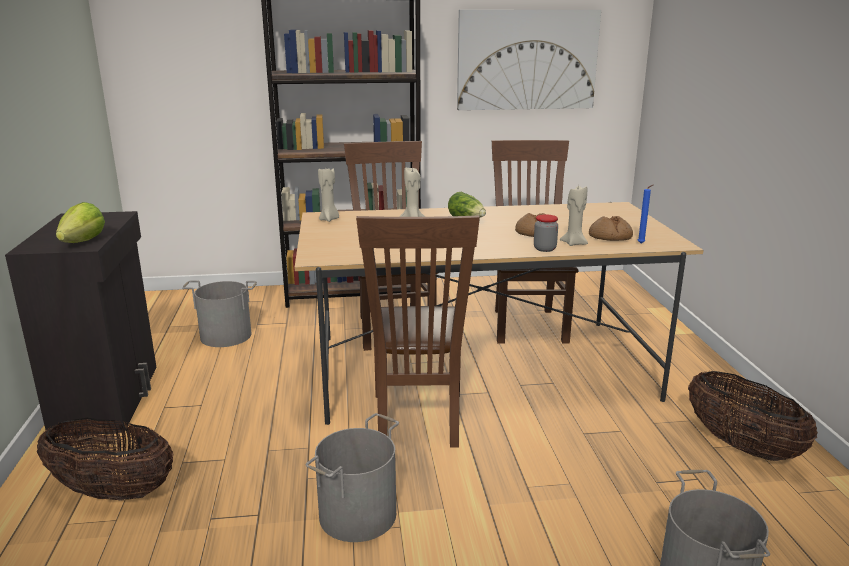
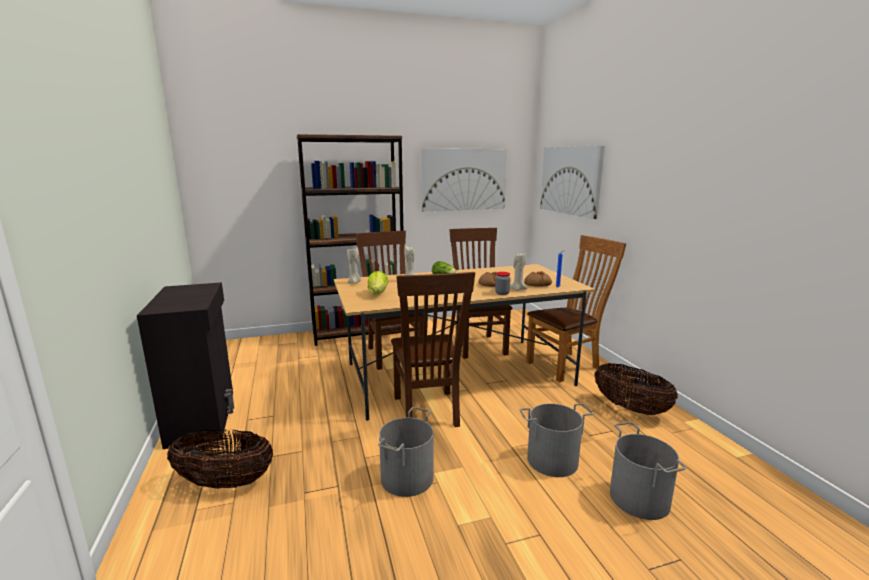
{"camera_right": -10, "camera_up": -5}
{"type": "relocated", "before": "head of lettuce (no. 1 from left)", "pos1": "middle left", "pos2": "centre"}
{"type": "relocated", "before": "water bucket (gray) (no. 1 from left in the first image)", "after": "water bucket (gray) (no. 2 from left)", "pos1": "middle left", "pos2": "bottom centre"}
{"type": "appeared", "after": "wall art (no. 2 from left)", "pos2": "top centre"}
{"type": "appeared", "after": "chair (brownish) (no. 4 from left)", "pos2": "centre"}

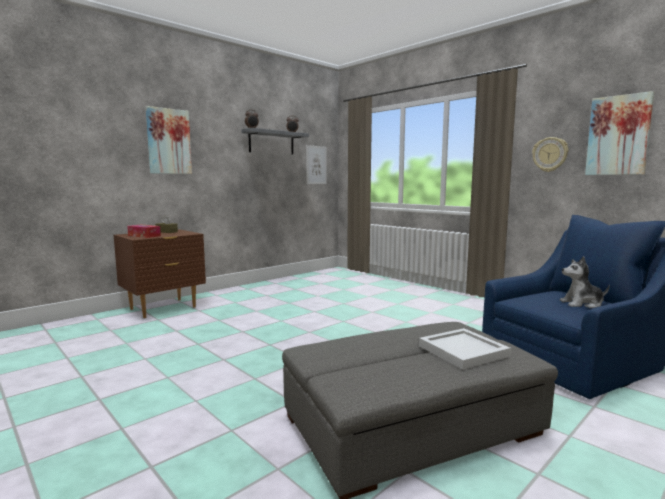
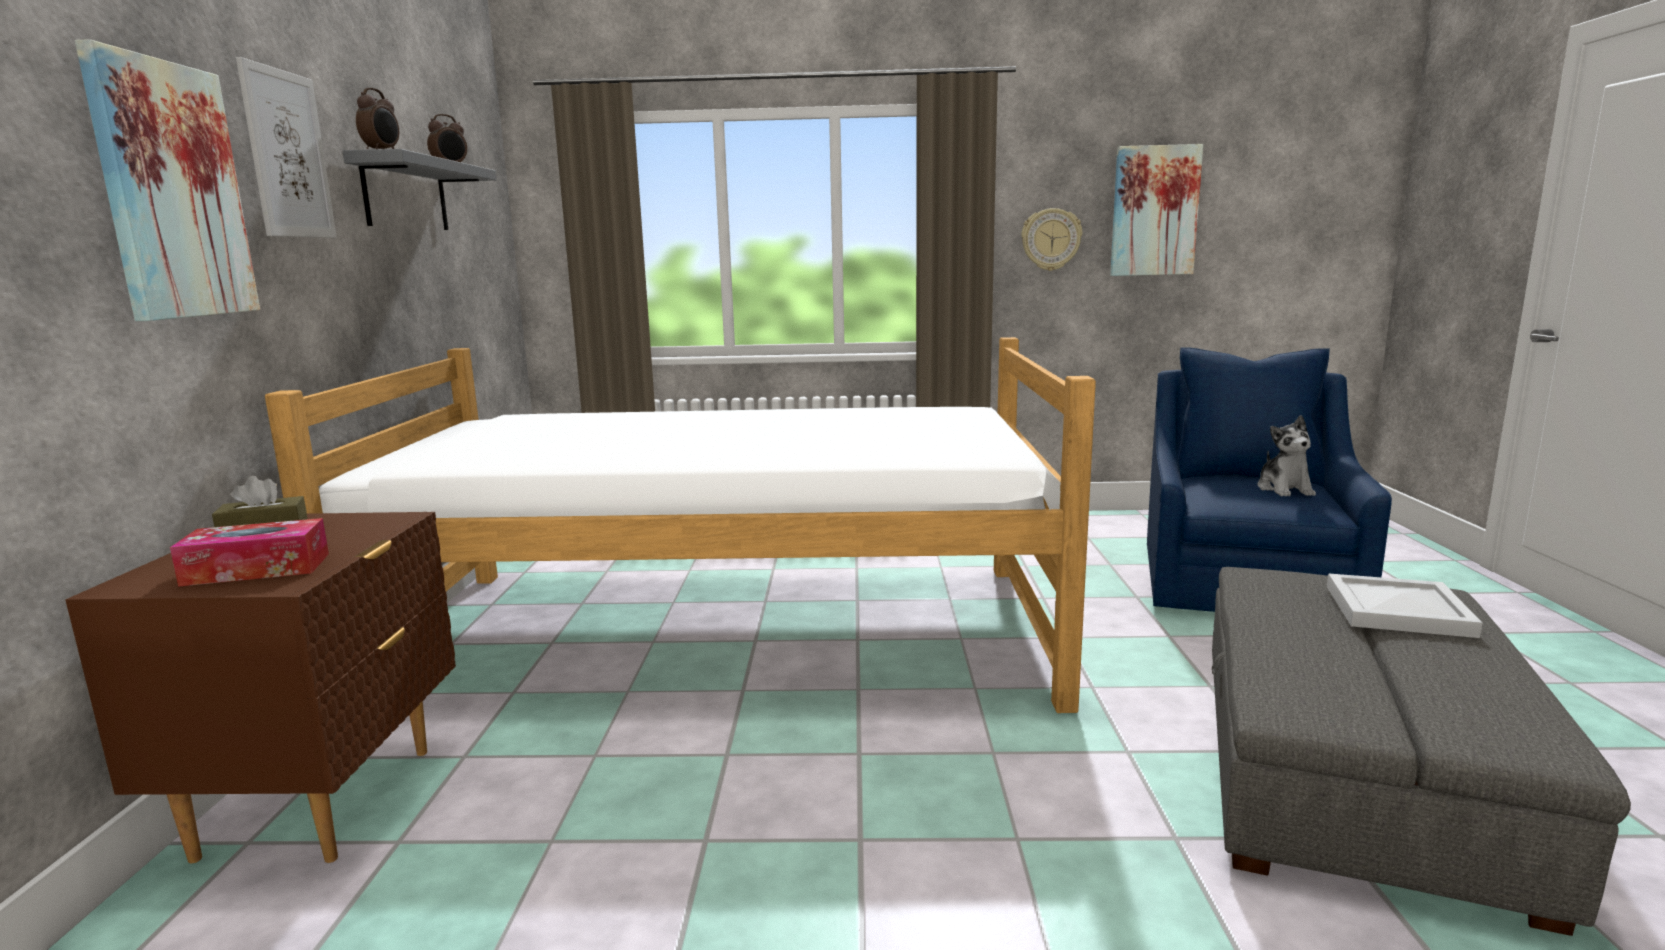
{"camera_right": -45, "camera_up": 5}
{"type": "relocated", "before": "wall art (no. 2 from left)", "pos1": "top centre", "pos2": "top left"}
{"type": "spun", "before": "plush toy", "pos1": "middle right", "pos2": "middle right", "turn": -45}
{"type": "appeared", "after": "bedroom bed", "pos2": "centre"}

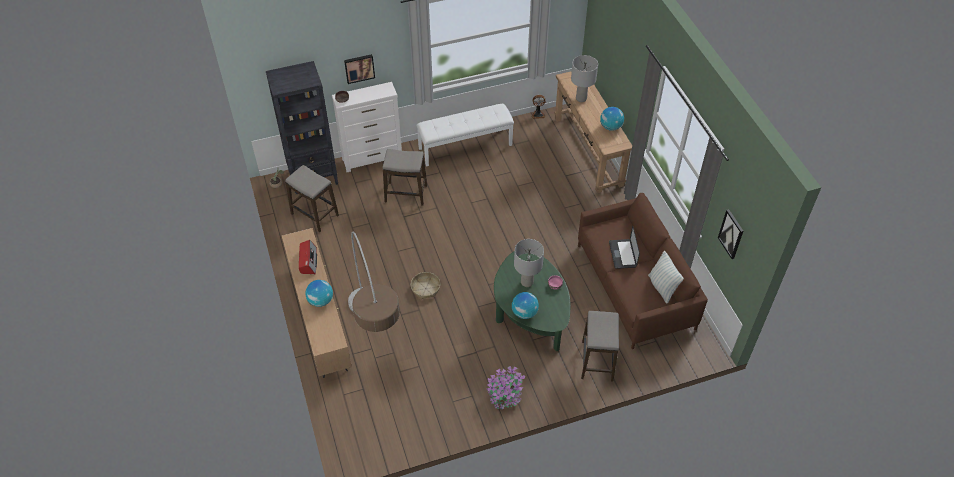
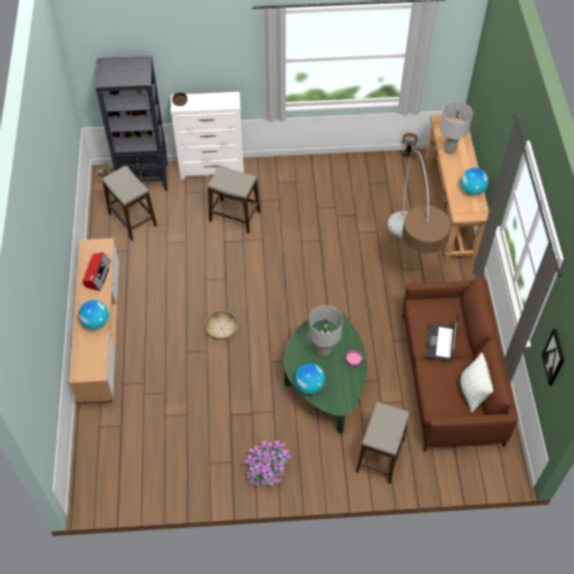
{"camera_right": 15, "camera_up": 5}
{"type": "missing", "before": "wall art (no. 1 from left)", "pos1": "top centre"}
{"type": "missing", "before": "bench (white-coloured)", "pos1": "top centre"}
{"type": "relocated", "before": "floor lamp", "pos1": "centre", "pos2": "middle right"}

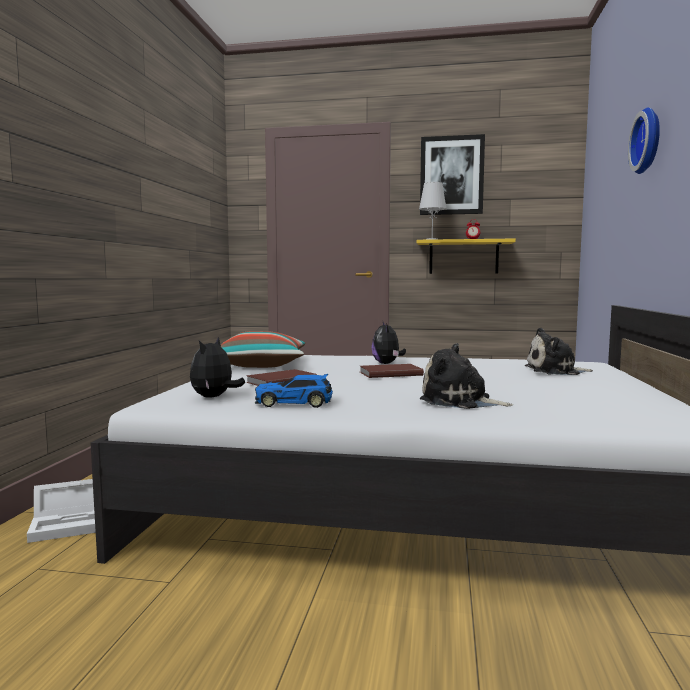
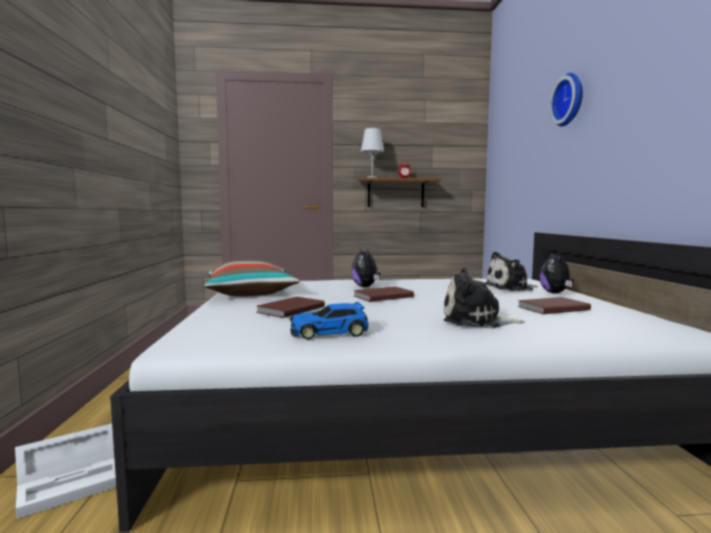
{"camera_right": -15, "camera_up": 0}
{"type": "missing", "before": "wall art", "pos1": "top centre"}
{"type": "colour", "before": "wall shelf (yellow)", "after": "wall shelf (brownish)", "pos1": "middle right", "pos2": "centre"}
{"type": "relocated", "before": "plush toy (no. 1 from left in the first image)", "after": "plush toy (no. 4 from left)", "pos1": "middle left", "pos2": "middle right"}
{"type": "appeared", "after": "volume (brownish) (no. 3 from left)", "pos2": "middle right"}

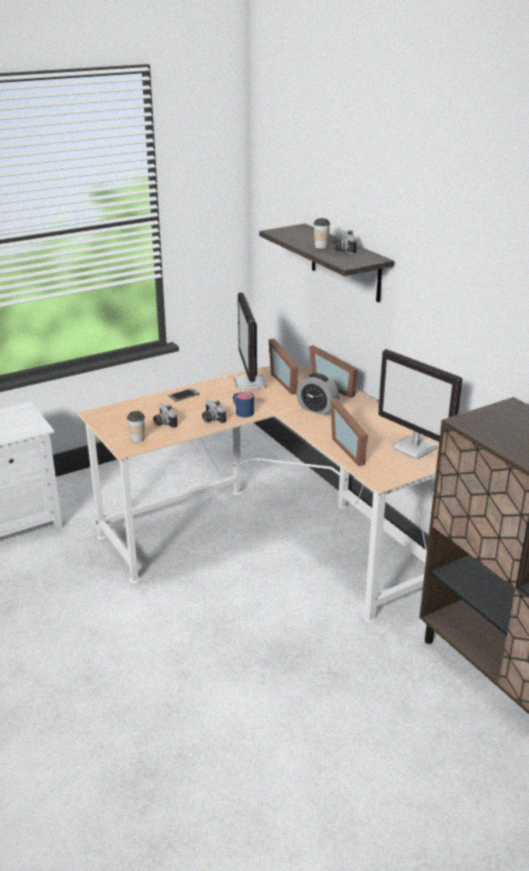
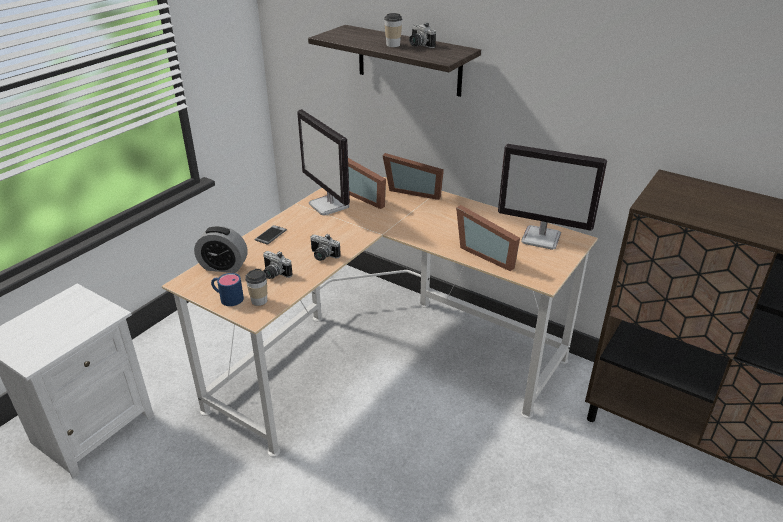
{"camera_right": -25, "camera_up": 5}
{"type": "relocated", "before": "alarm clock", "pos1": "centre", "pos2": "middle left"}
{"type": "relocated", "before": "coffee mug (blue)", "pos1": "centre", "pos2": "middle left"}

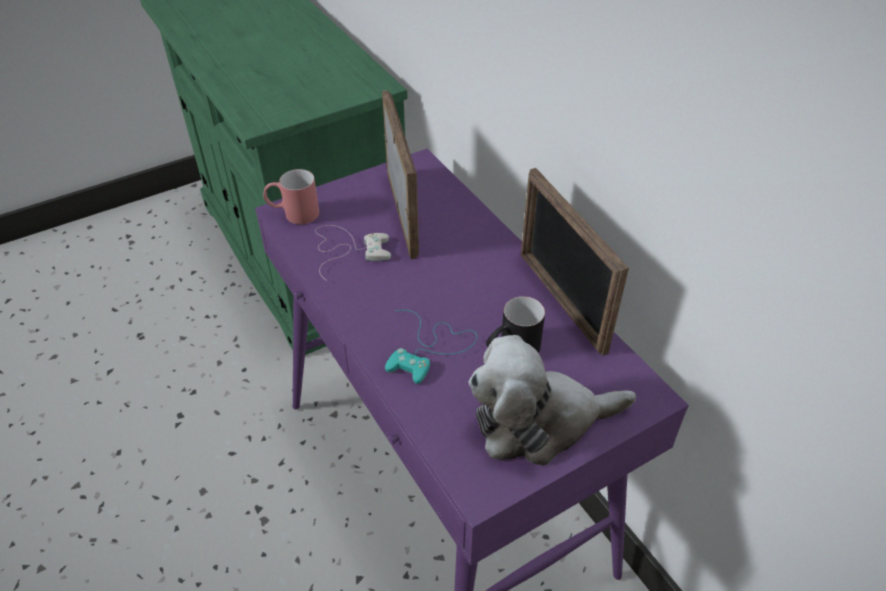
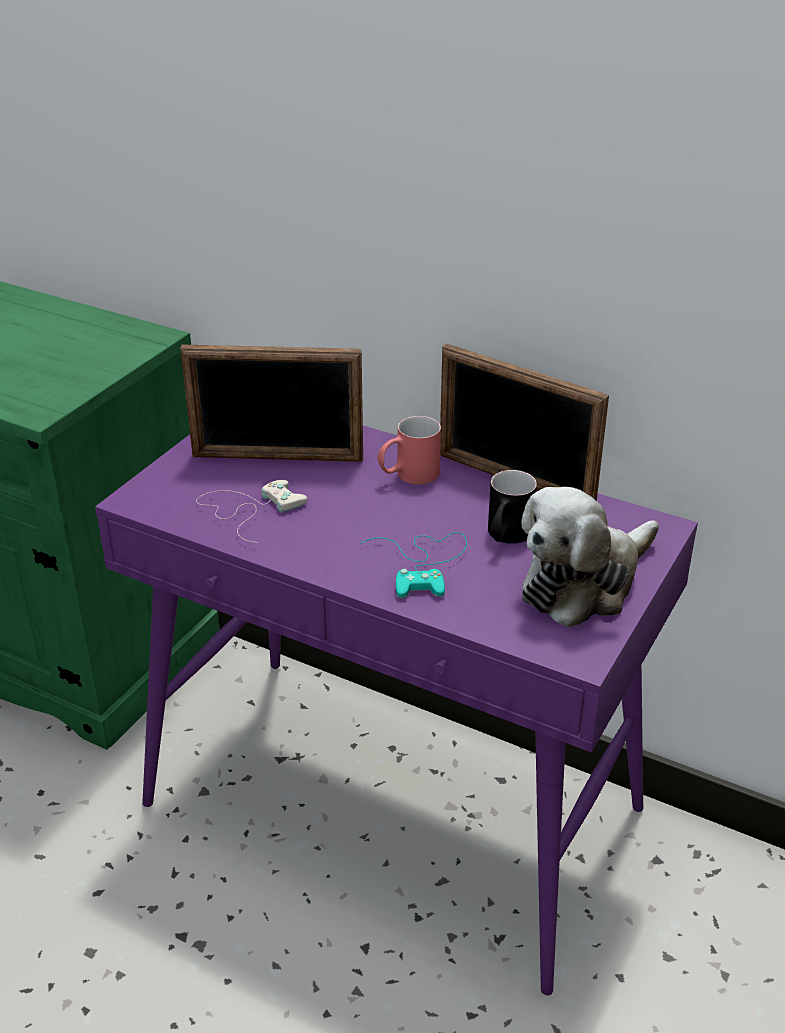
{"camera_right": -30, "camera_up": -10}
{"type": "spun", "before": "picture frame (no. 1 from left)", "pos1": "top centre", "pos2": "centre", "turn": 135}
{"type": "relocated", "before": "coffee mug (red-coloured)", "pos1": "middle left", "pos2": "centre"}

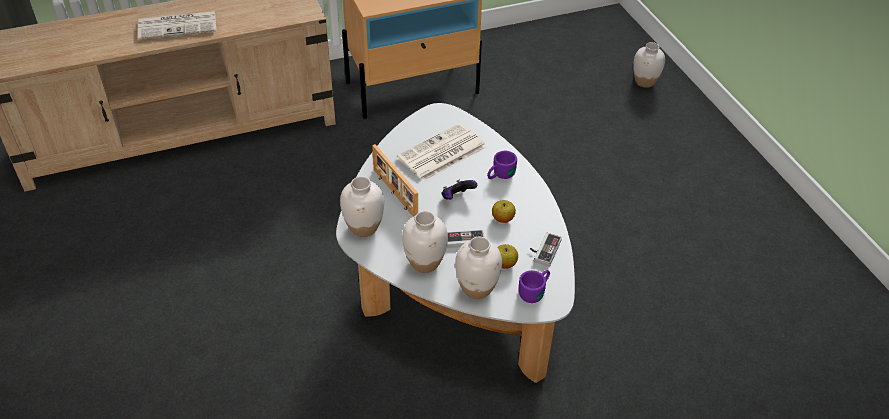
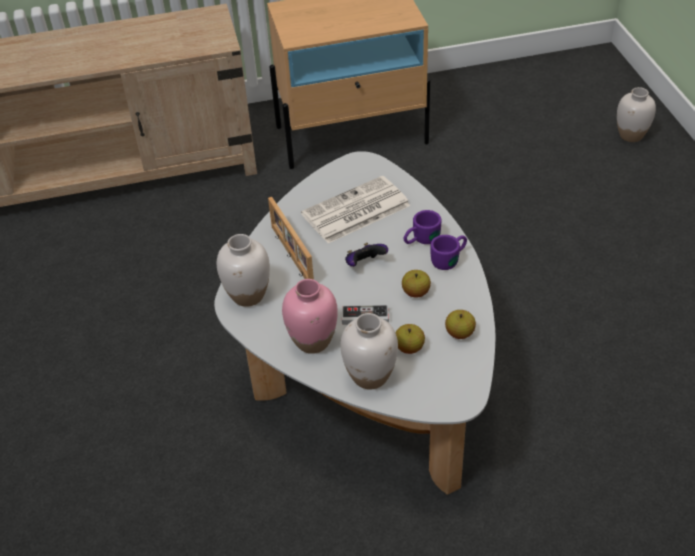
{"camera_right": 10, "camera_up": 0}
{"type": "missing", "before": "newspaper (no. 1 from left)", "pos1": "top left"}
{"type": "colour", "before": "decorative vase (white-coloured) (no. 2 from left)", "after": "decorative vase (pink)", "pos1": "centre", "pos2": "centre"}
{"type": "exchanged", "before": "joypad (no. 3 from left)", "after": "apple fruit (no. 3 from left)", "pos1": "centre", "pos2": "centre"}
{"type": "relocated", "before": "coffee mug (purplish) (no. 2 from left)", "pos1": "bottom centre", "pos2": "centre"}

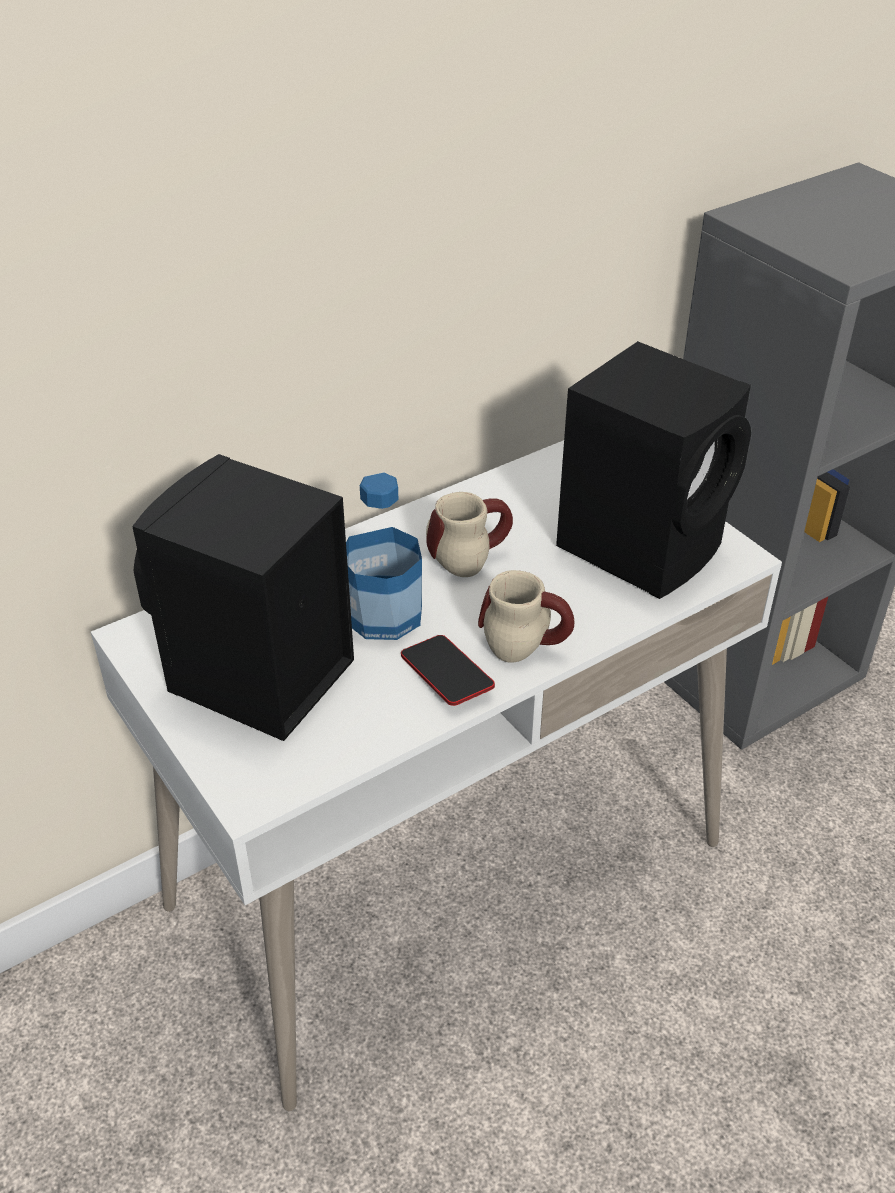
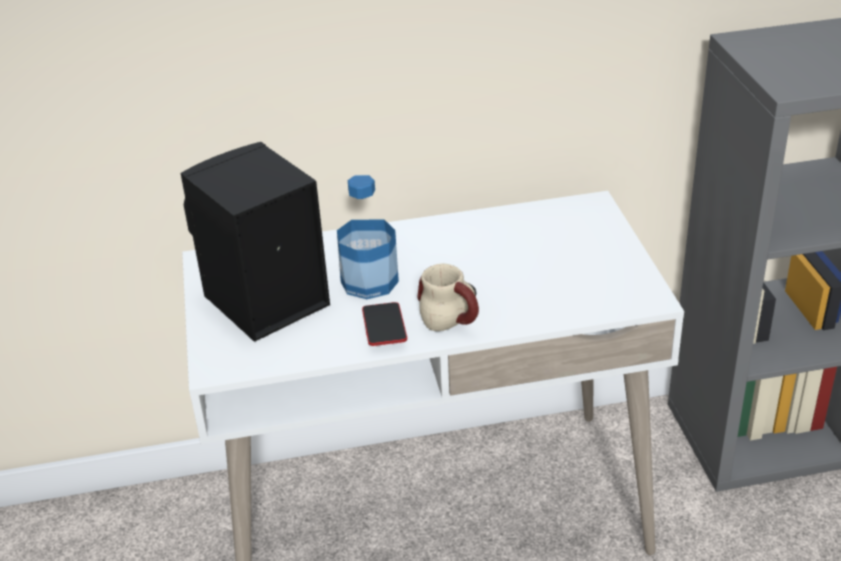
{"camera_right": 25, "camera_up": -5}
{"type": "missing", "before": "loudspeaker (blackish) (no. 2 from left)", "pos1": "middle right"}
{"type": "missing", "before": "coffee mug (no. 1 from left)", "pos1": "centre"}

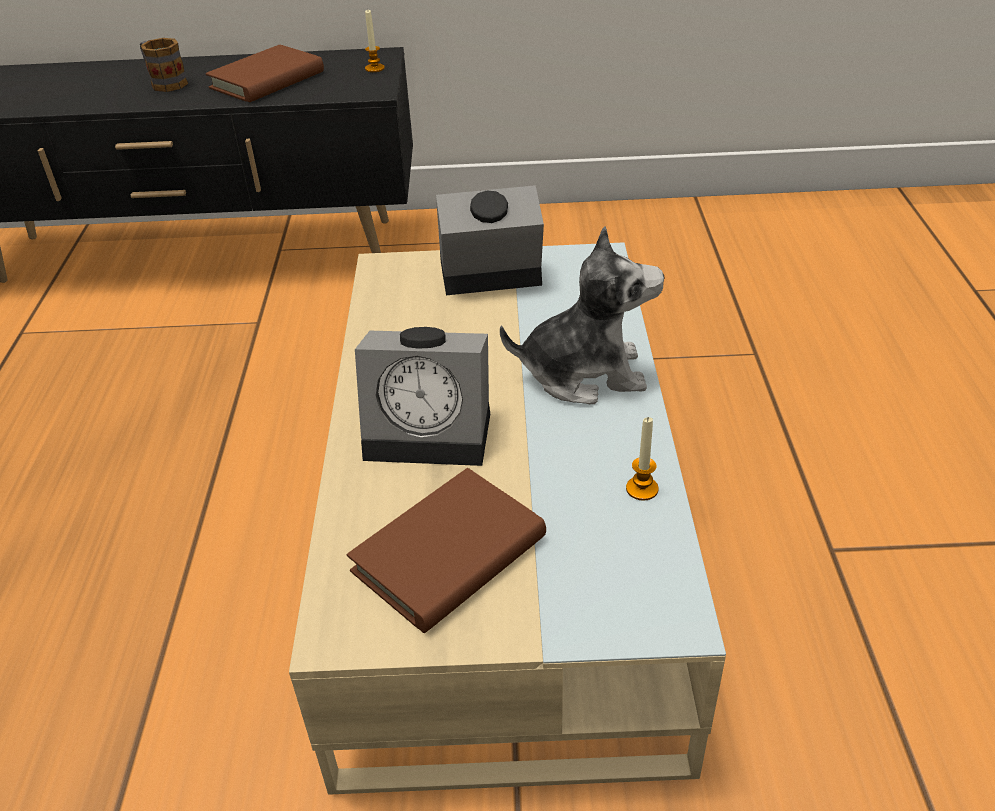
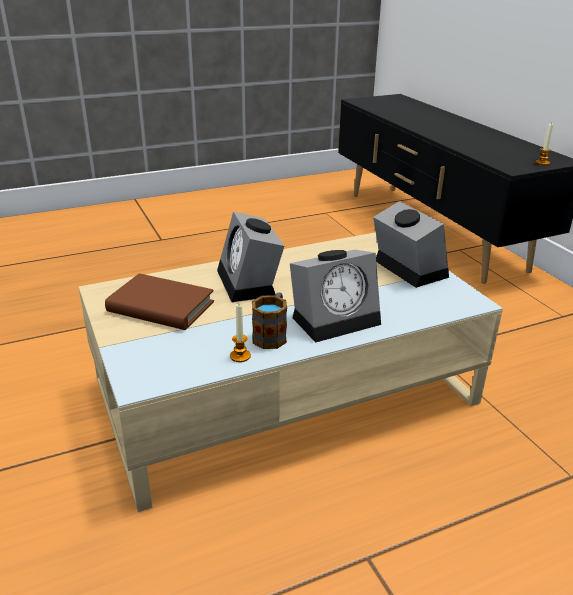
{"camera_right": 65, "camera_up": -10}
{"type": "relocated", "before": "coffee mug", "pos1": "top left", "pos2": "centre"}
{"type": "missing", "before": "volume (brownish) (no. 1 from left)", "pos1": "top left"}
{"type": "exchanged", "before": "plush toy", "after": "alarm clock (no. 2 from left)", "pos1": "centre", "pos2": "centre"}

